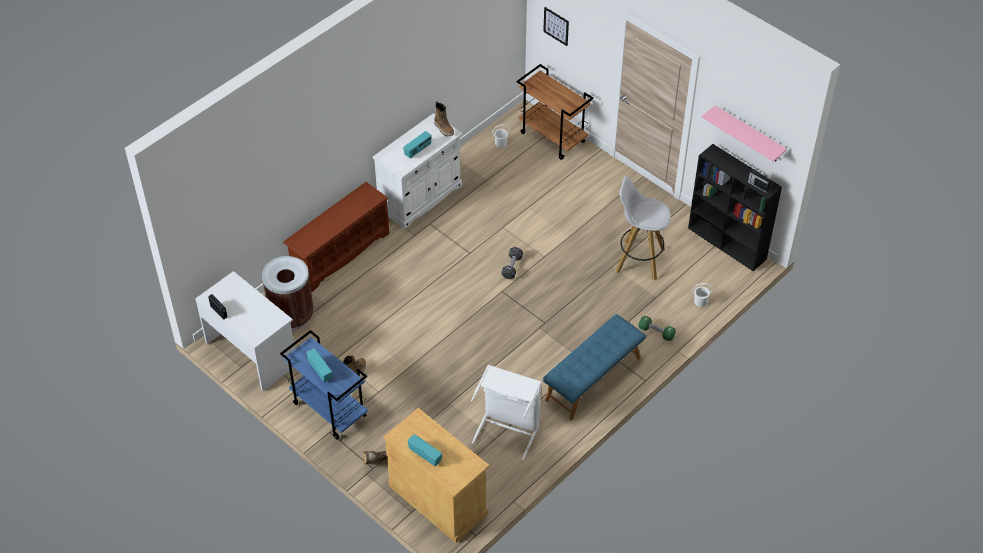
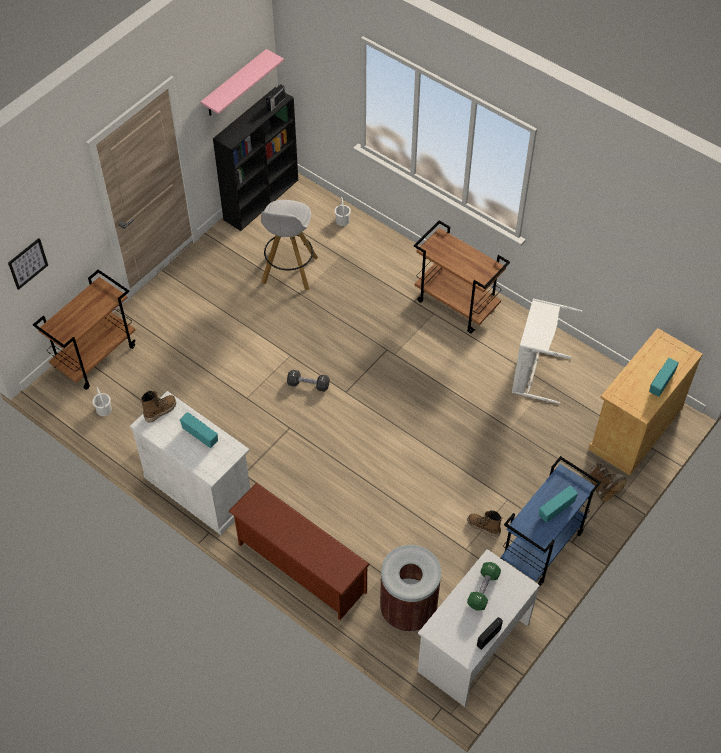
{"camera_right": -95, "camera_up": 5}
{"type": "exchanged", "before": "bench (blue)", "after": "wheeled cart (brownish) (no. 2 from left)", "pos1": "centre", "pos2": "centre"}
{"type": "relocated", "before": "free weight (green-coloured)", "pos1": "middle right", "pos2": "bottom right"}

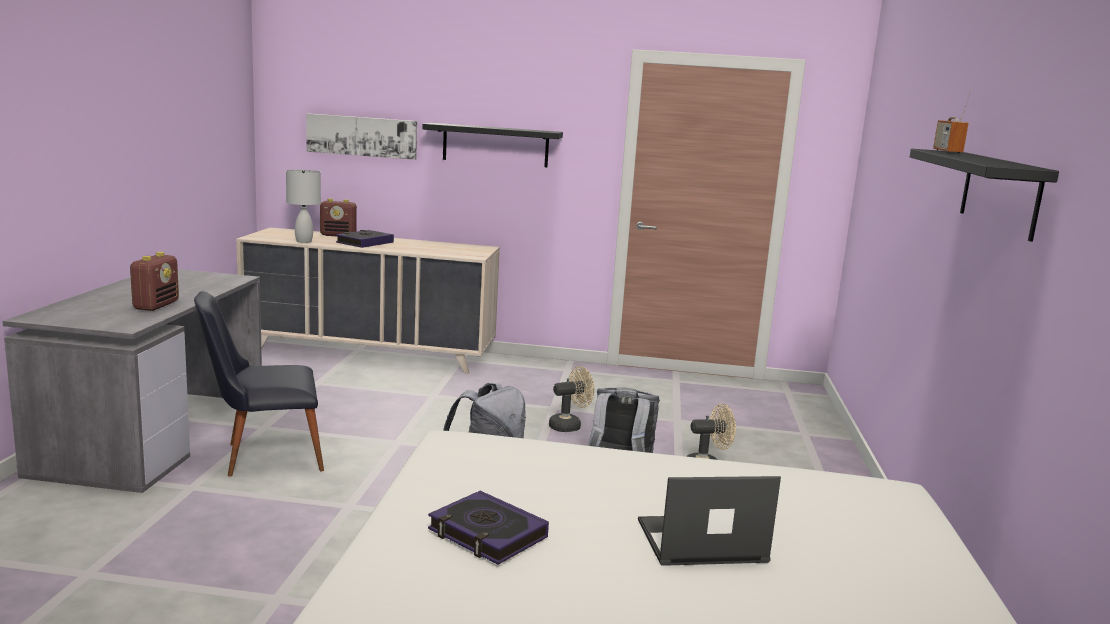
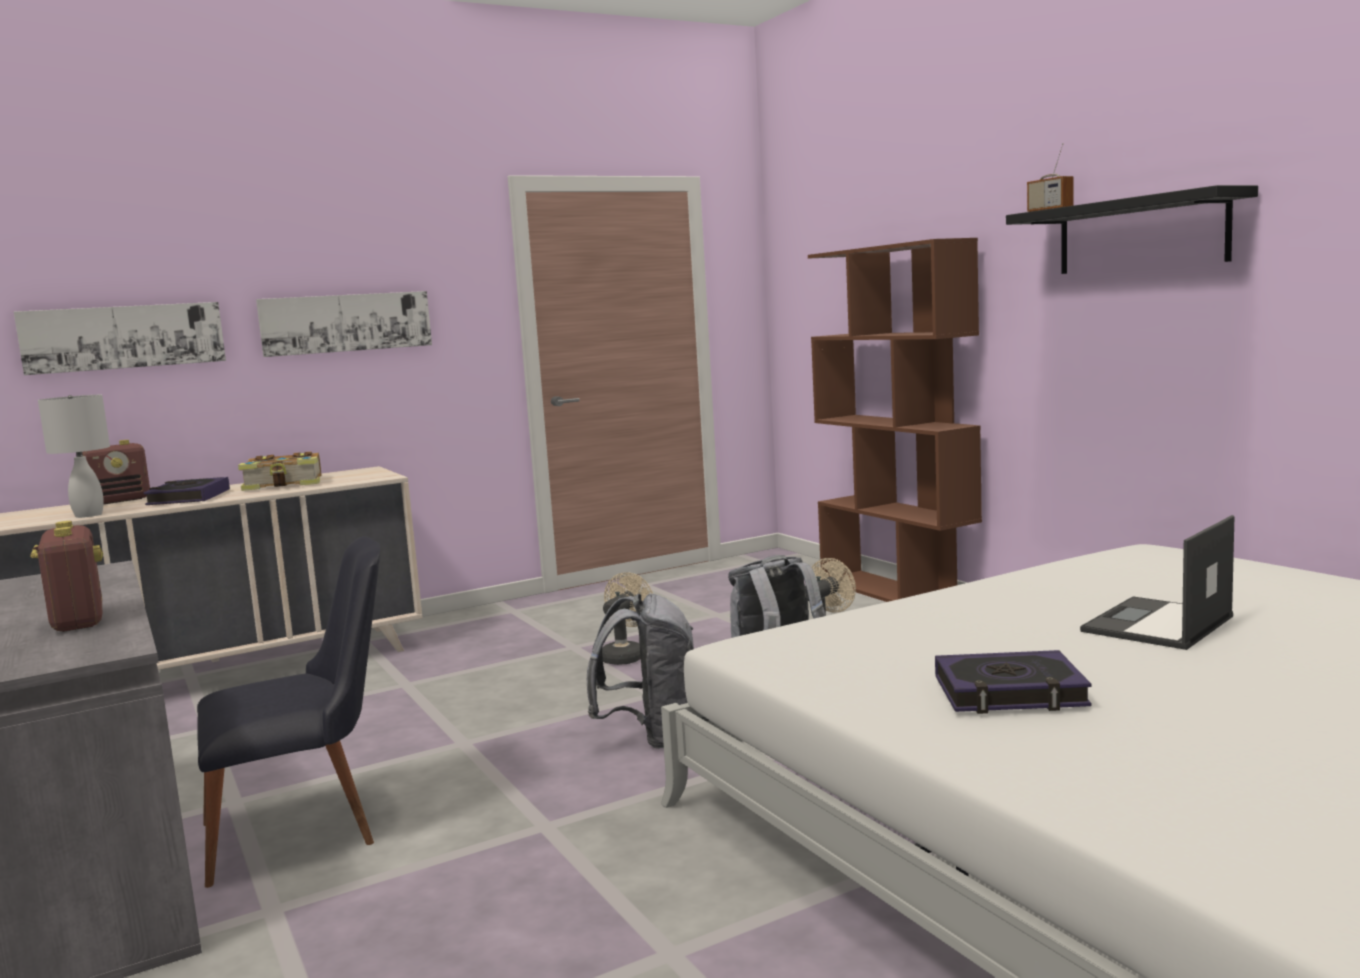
{"camera_right": -35, "camera_up": -5}
{"type": "exchanged", "before": "wall shelf (blackish) (no. 1 from left)", "after": "wall art (no. 2 from left)", "pos1": "top centre", "pos2": "top left"}
{"type": "spun", "before": "chair (blackish)", "pos1": "middle left", "pos2": "bottom left", "turn": -150}
{"type": "appeared", "after": "bookcase (brownish)", "pos2": "centre"}
{"type": "appeared", "after": "volume (no. 2 from left)", "pos2": "middle left"}

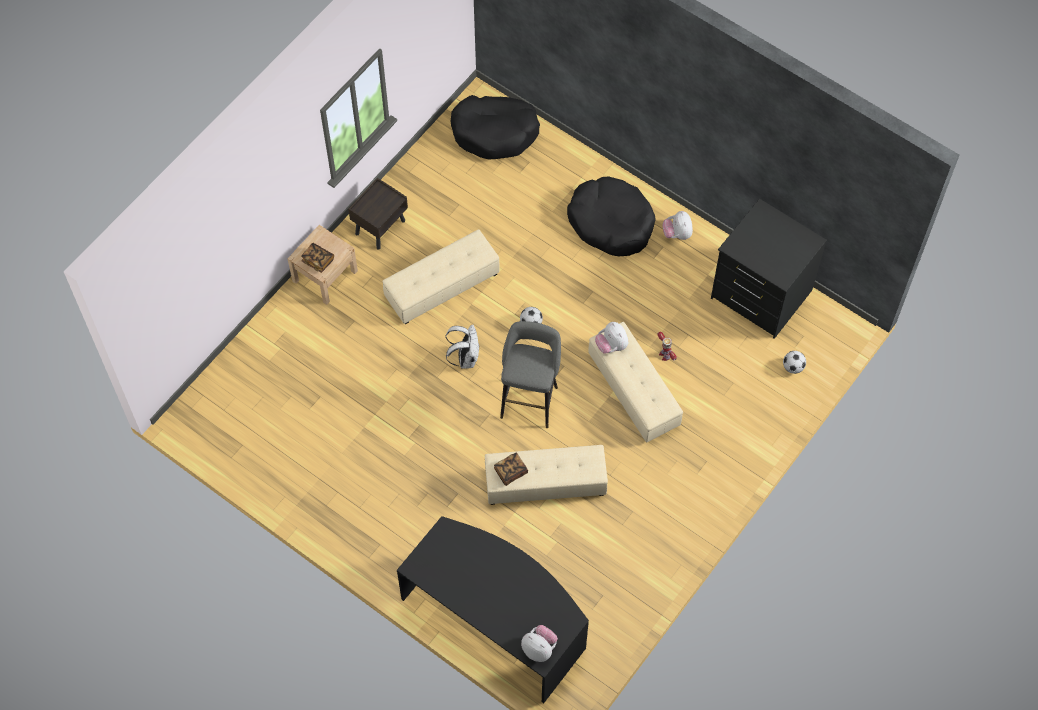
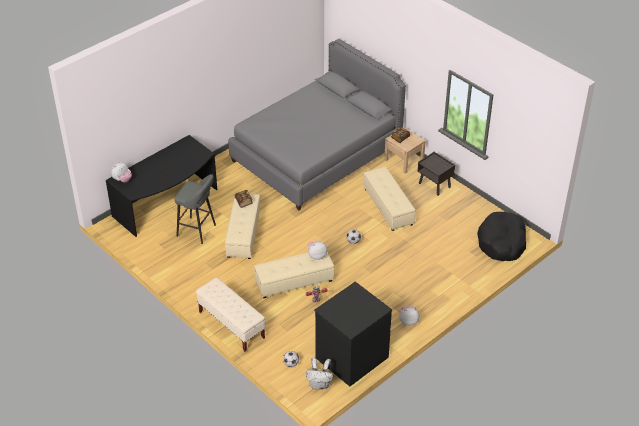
{"camera_right": 100, "camera_up": -20}
{"type": "missing", "before": "dog bed (blackish) (no. 2 from left)", "pos1": "top centre"}
{"type": "relocated", "before": "stool (gray)", "pos1": "centre", "pos2": "middle left"}
{"type": "relocated", "before": "knapsack (white-coloured)", "pos1": "centre", "pos2": "bottom centre"}
{"type": "appeared", "after": "bedroom bed (gray)", "pos2": "top centre"}
{"type": "appeared", "after": "bench (beige)", "pos2": "bottom centre"}

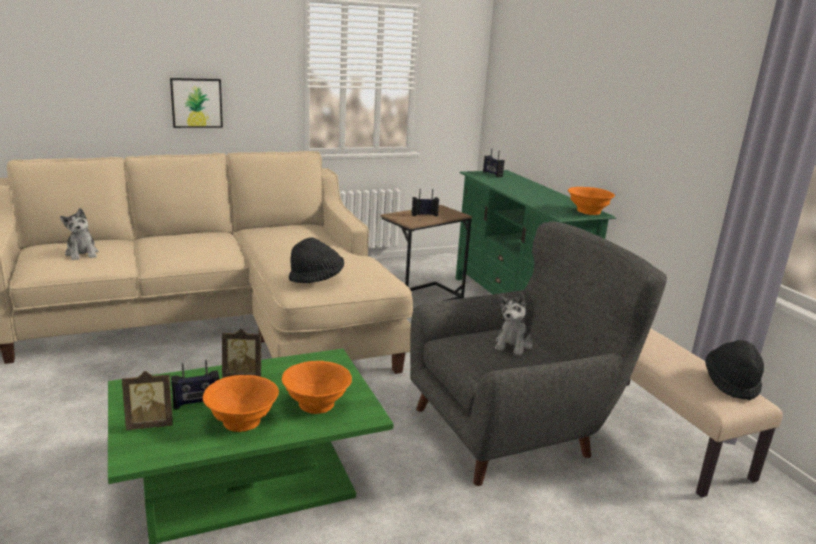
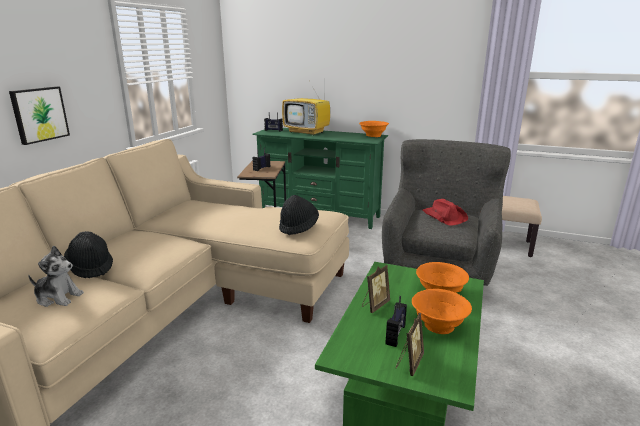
{"camera_right": -45, "camera_up": 0}
{"type": "exchanged", "before": "plush toy (no. 2 from left)", "after": "hat (red-coloured)", "pos1": "centre", "pos2": "middle right"}
{"type": "relocated", "before": "hat (blackish) (no. 2 from left in the first image)", "after": "hat (blackish) (no. 1 from left)", "pos1": "bottom right", "pos2": "middle left"}
{"type": "appeared", "after": "TV set", "pos2": "top centre"}

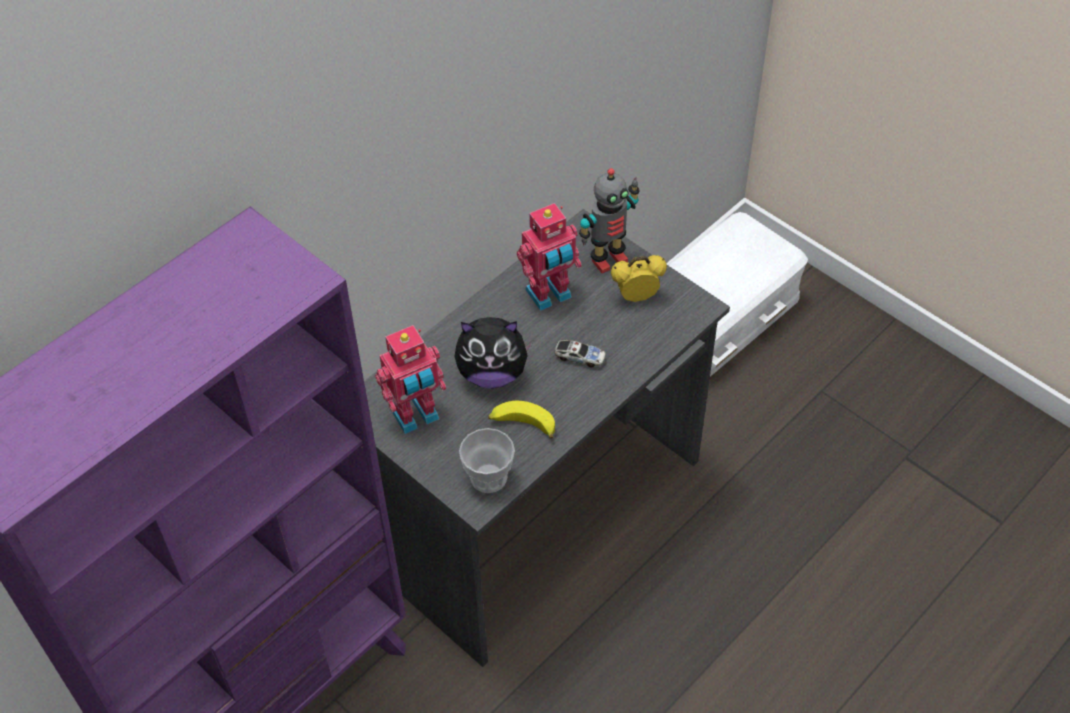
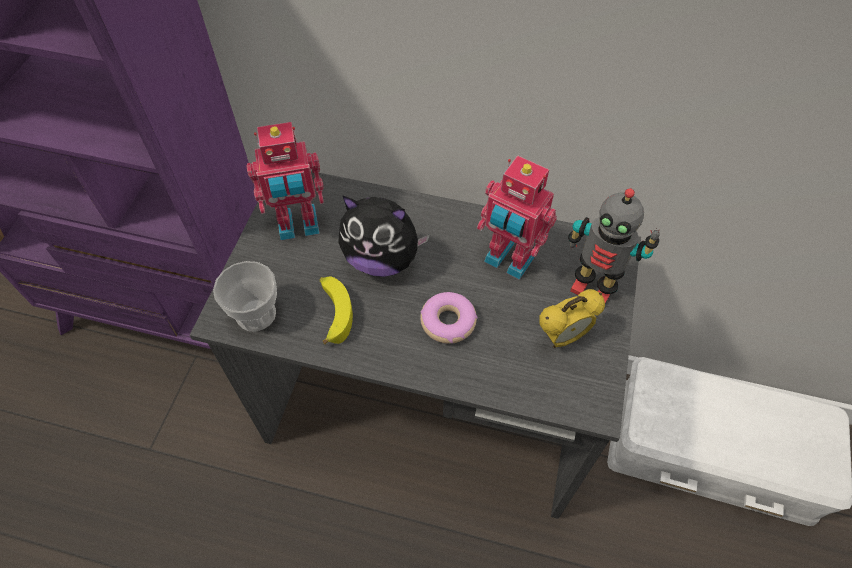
{"camera_right": 60, "camera_up": 5}
{"type": "spun", "before": "alarm clock", "pos1": "centre", "pos2": "middle right", "turn": 105}
{"type": "spun", "before": "plush toy", "pos1": "centre", "pos2": "centre", "turn": -45}
{"type": "spun", "before": "model robot (no. 1 from left)", "pos1": "centre", "pos2": "top centre", "turn": -45}
{"type": "exchanged", "before": "miniature car", "after": "donut", "pos1": "centre", "pos2": "centre"}

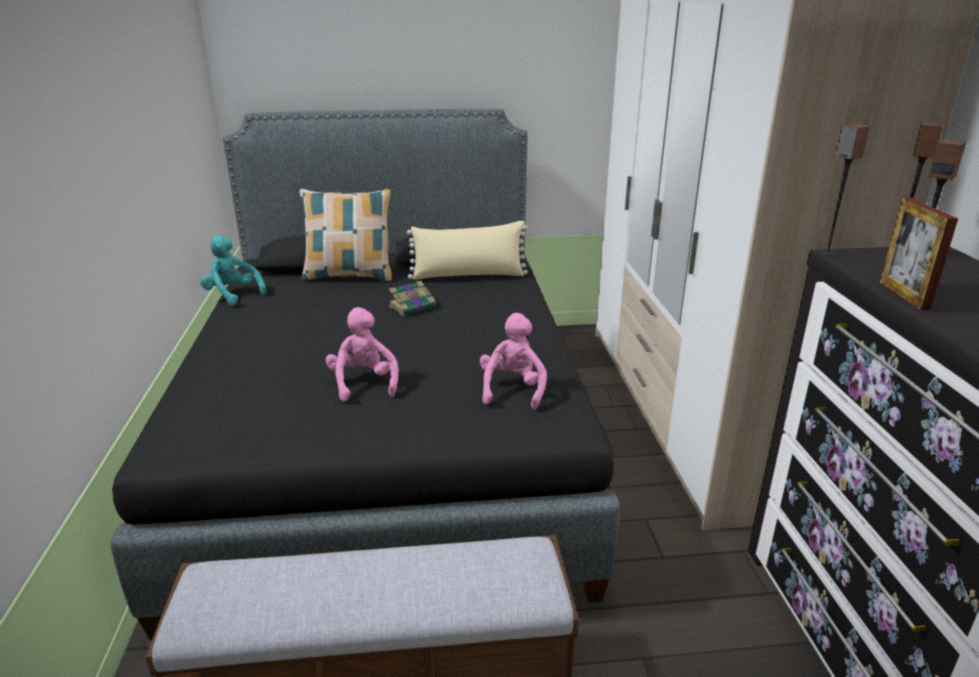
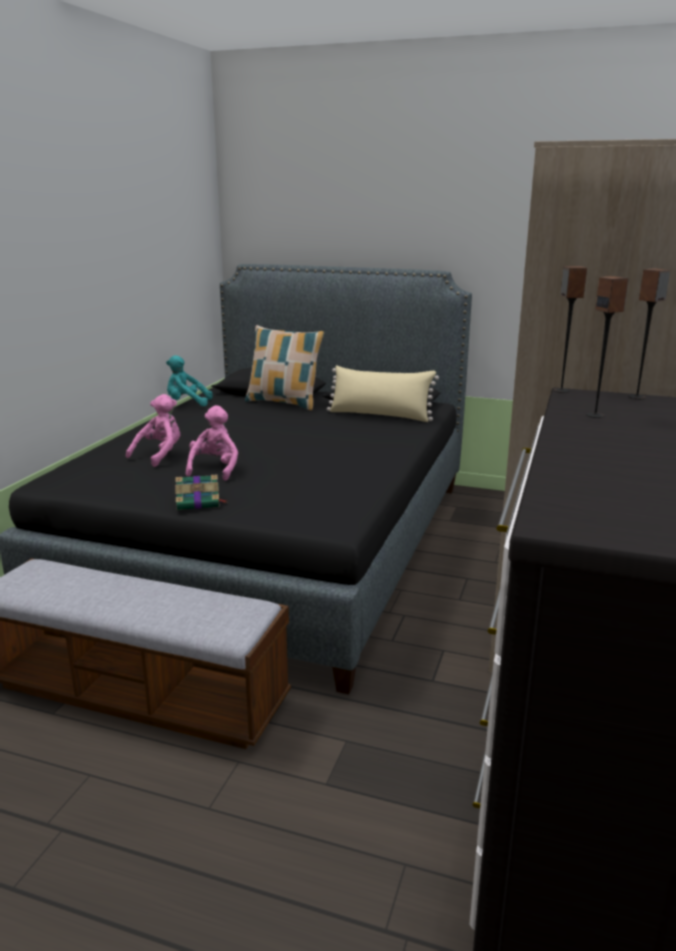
{"camera_right": 25, "camera_up": -5}
{"type": "missing", "before": "picture frame", "pos1": "middle right"}
{"type": "spun", "before": "plush toy (turquoise-coloured)", "pos1": "middle left", "pos2": "middle left", "turn": -60}
{"type": "relocated", "before": "volume", "pos1": "centre", "pos2": "middle left"}
{"type": "relocated", "before": "plush toy (pink) (no. 2 from left in the first image)", "after": "plush toy (pink) (no. 1 from left)", "pos1": "centre", "pos2": "middle left"}

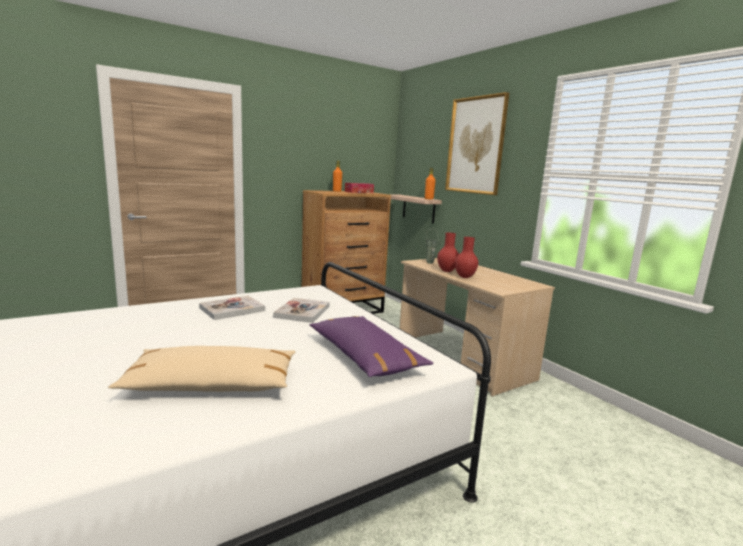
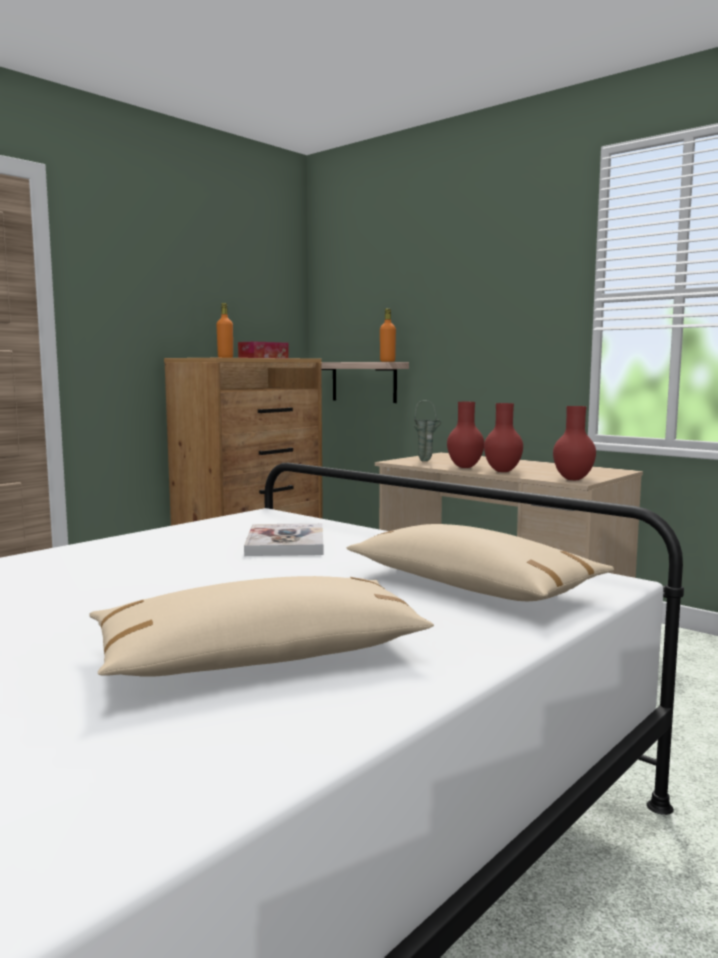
{"camera_right": -15, "camera_up": -5}
{"type": "missing", "before": "wall art", "pos1": "top centre"}
{"type": "missing", "before": "volume (no. 1 from left)", "pos1": "middle left"}
{"type": "colour", "before": "throw pillow (purplish)", "after": "throw pillow (beige) (no. 2 from left)", "pos1": "centre", "pos2": "middle right"}
{"type": "appeared", "after": "decorative vase (red-coloured) (no. 3 from left)", "pos2": "middle right"}

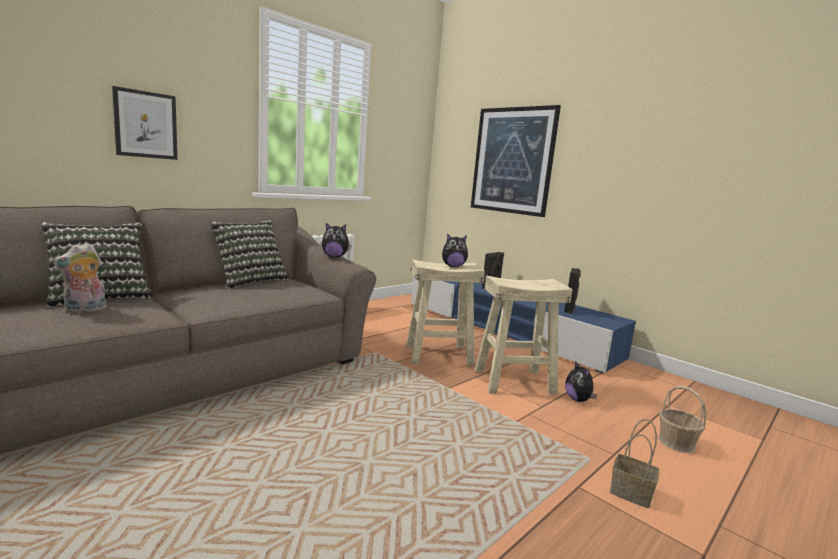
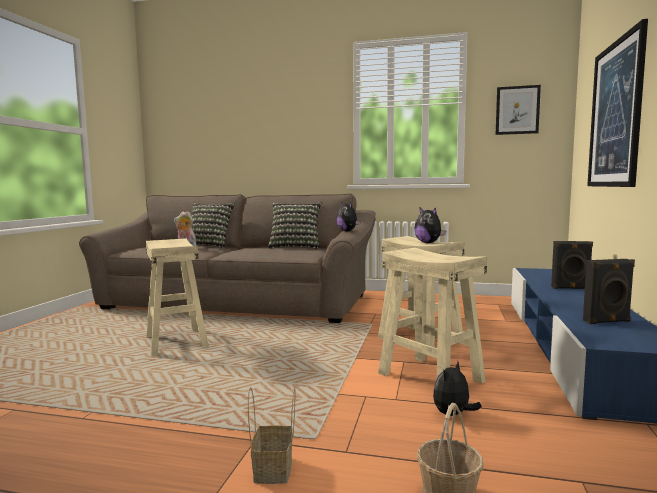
{"camera_right": 60, "camera_up": -5}
{"type": "relocated", "before": "wall art (no. 1 from left)", "pos1": "top left", "pos2": "top right"}
{"type": "appeared", "after": "stool (beige) (no. 1 from left)", "pos2": "middle left"}

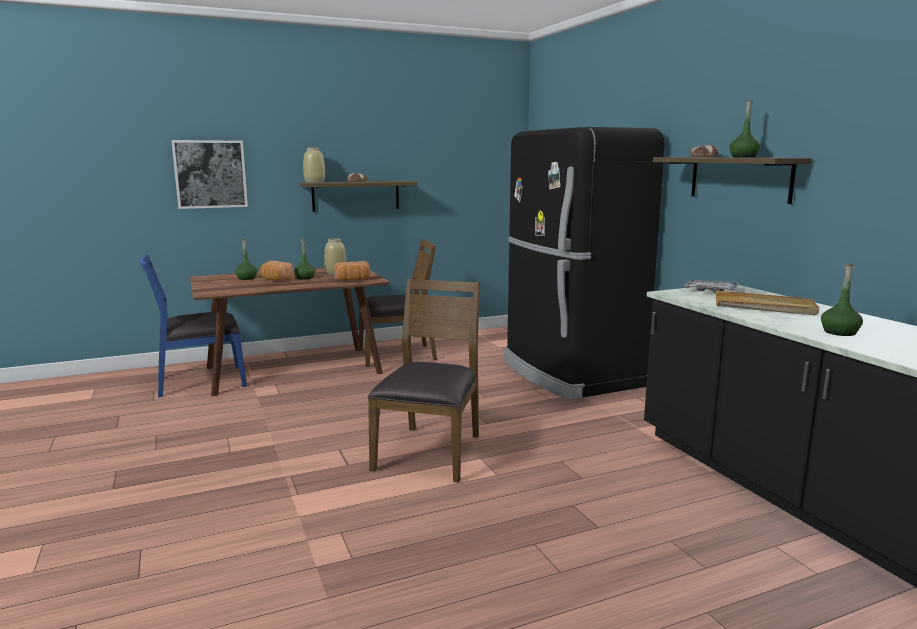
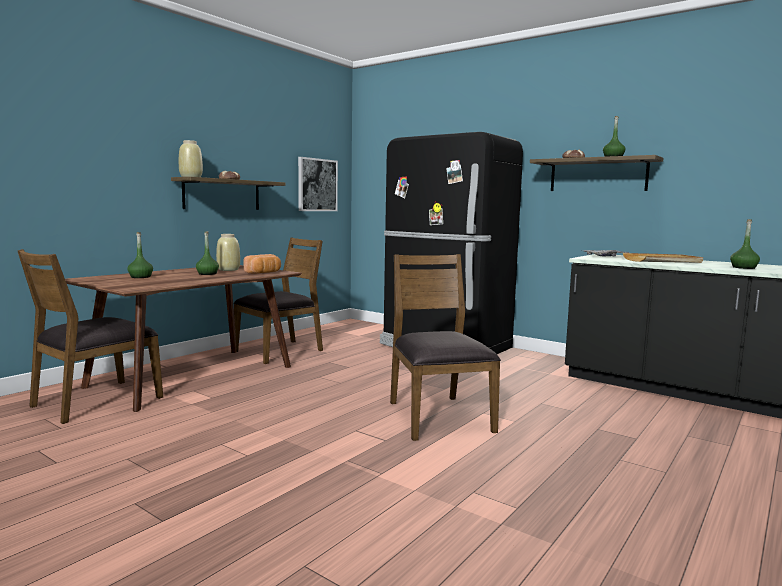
{"camera_right": -30, "camera_up": -5}
{"type": "relocated", "before": "wall art", "pos1": "top left", "pos2": "top centre"}
{"type": "colour", "before": "chair (blue)", "after": "chair (brownish) (no. 1 from left)", "pos1": "middle left", "pos2": "middle left"}
{"type": "missing", "before": "baked bread (no. 1 from left)", "pos1": "middle left"}

